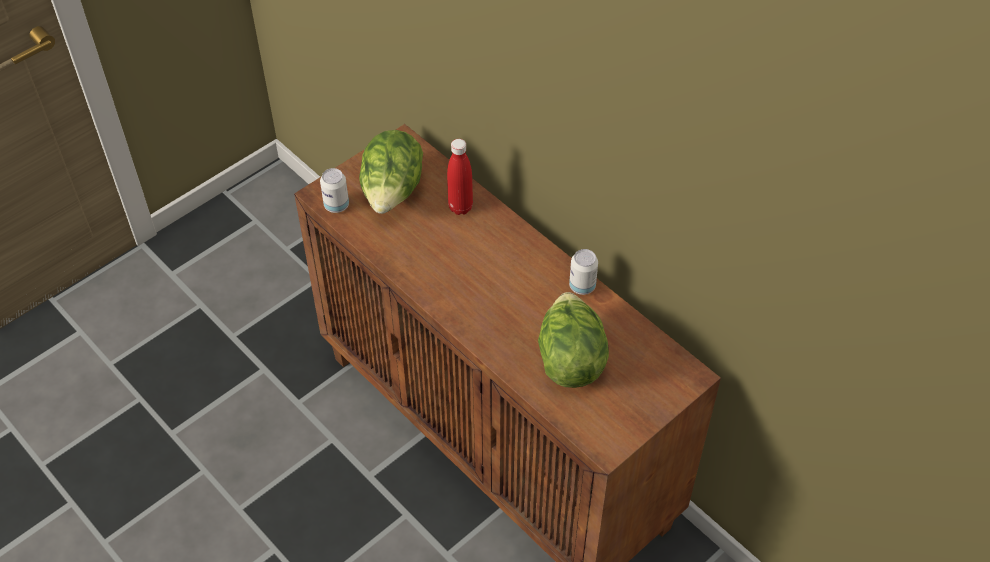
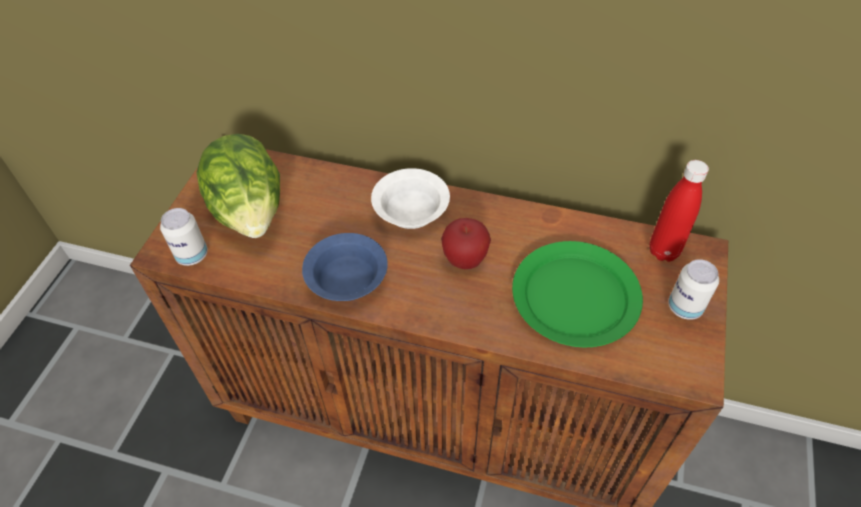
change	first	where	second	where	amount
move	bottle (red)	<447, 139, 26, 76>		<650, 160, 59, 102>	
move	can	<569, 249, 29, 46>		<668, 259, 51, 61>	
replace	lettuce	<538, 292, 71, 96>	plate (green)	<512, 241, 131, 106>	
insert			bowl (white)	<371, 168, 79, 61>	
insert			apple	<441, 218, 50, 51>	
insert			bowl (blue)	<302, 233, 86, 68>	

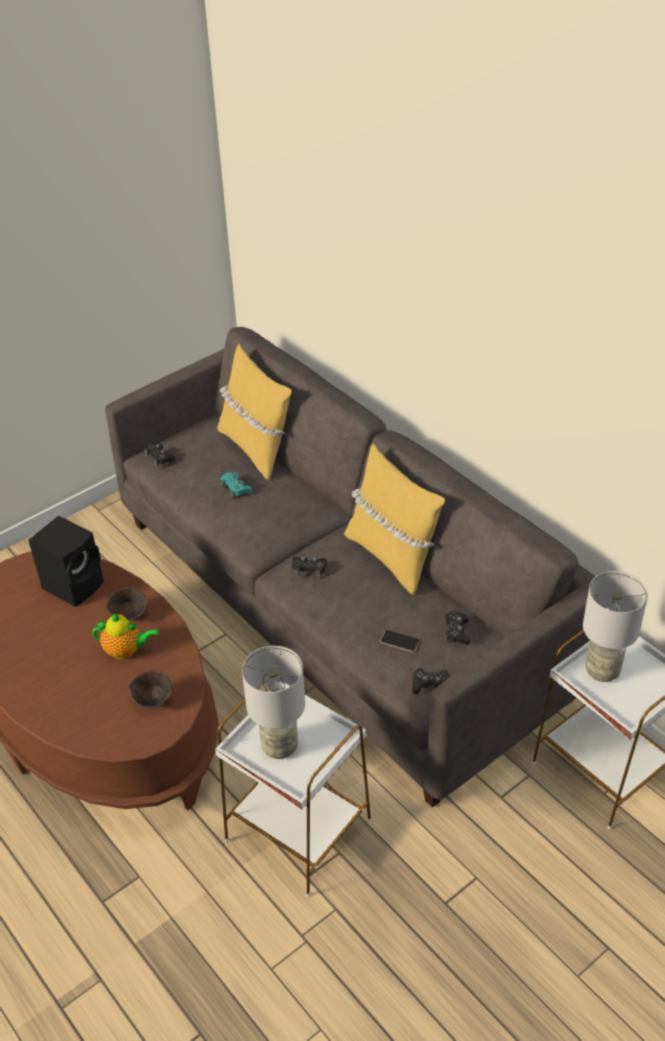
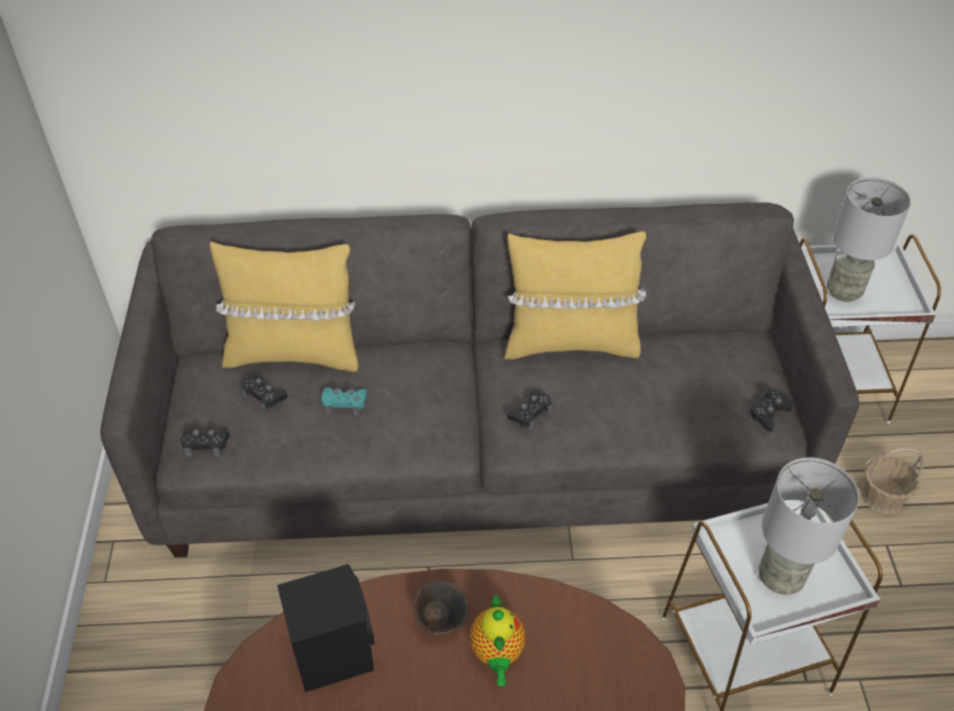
change	first	where	second	where	amount
move	game controller (black)	<444, 611, 26, 34>		<240, 374, 48, 38>	
rotate	teapot	<92, 614, 67, 45>		<470, 594, 56, 92>	135 degrees clockwise
delete	phone	<380, 630, 40, 22>			
delete	bowl (brown)	<128, 670, 44, 39>			
insert			basket	<860, 448, 64, 66>	

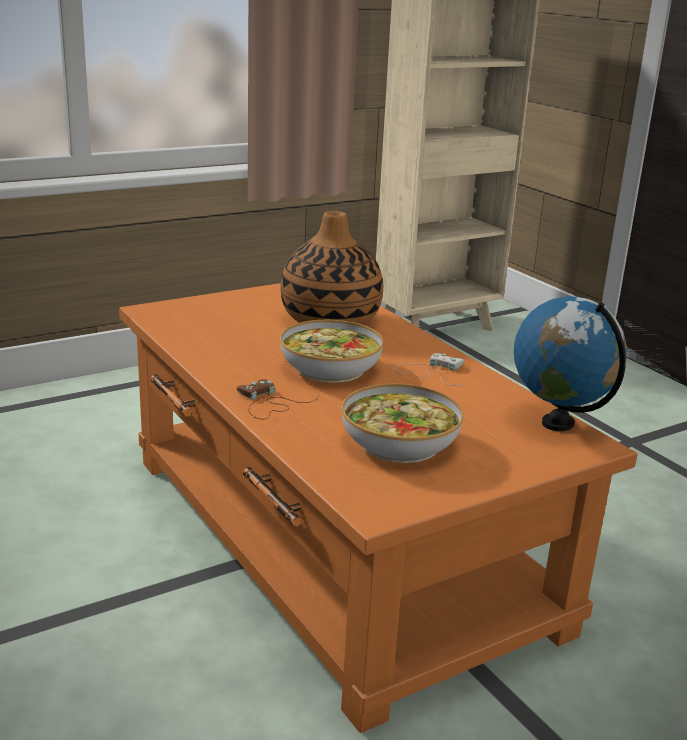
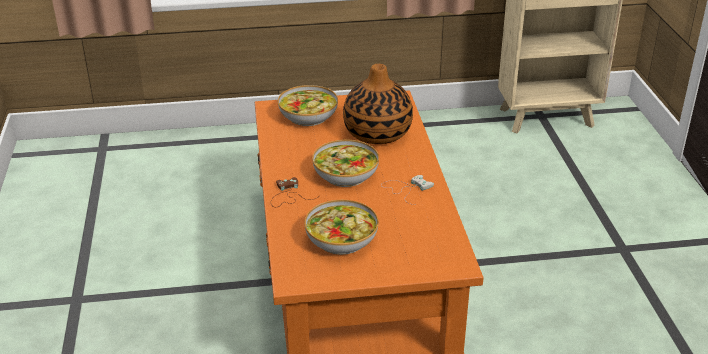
change	first	where	second	where	amount
delete	globe	<514, 296, 113, 135>			
insert			bowl	<278, 85, 60, 41>	

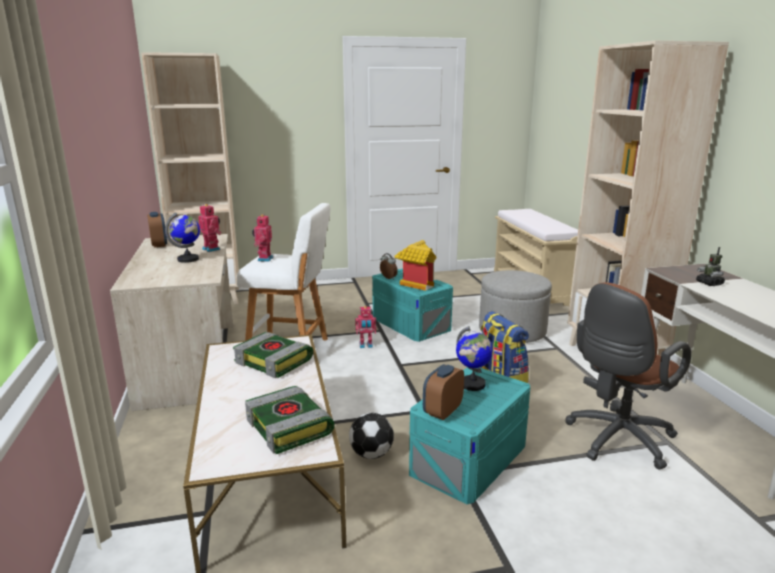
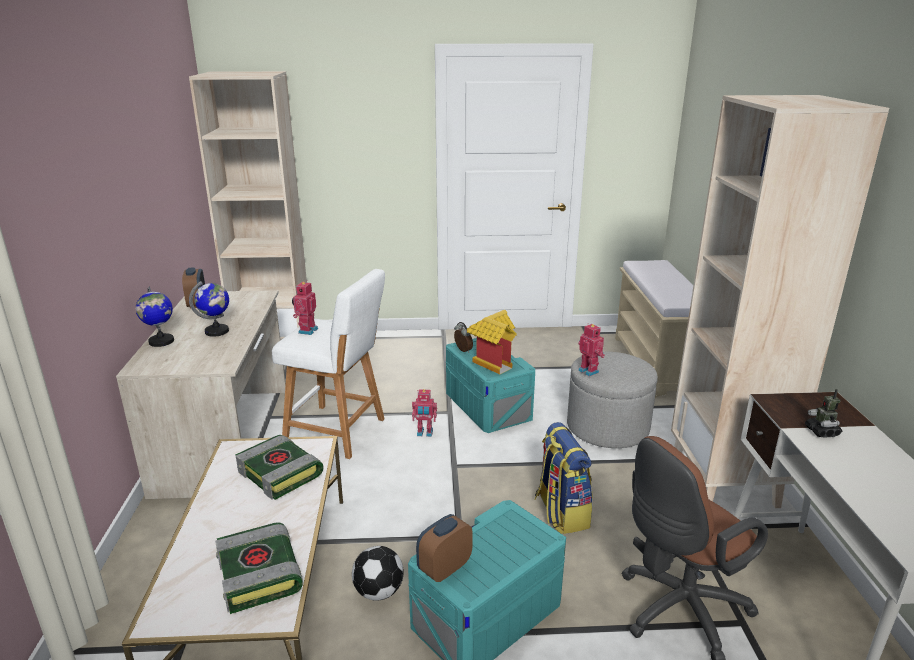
change	first	where	second	where	amount
move	toy robot	<198, 204, 23, 48>		<578, 323, 27, 53>	
move	globe	<456, 326, 37, 65>		<136, 286, 38, 61>	

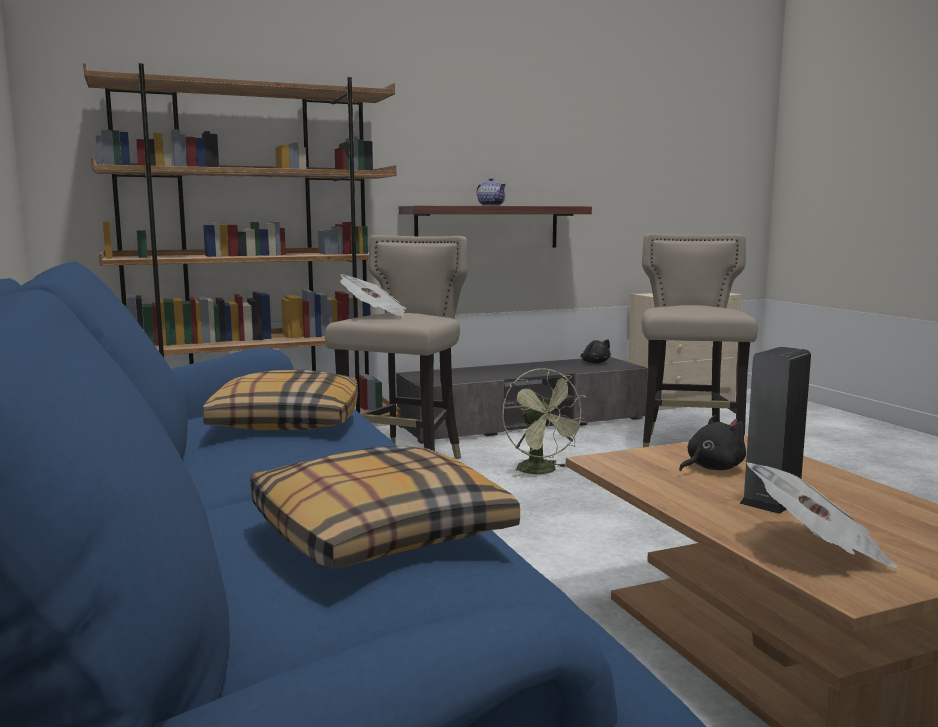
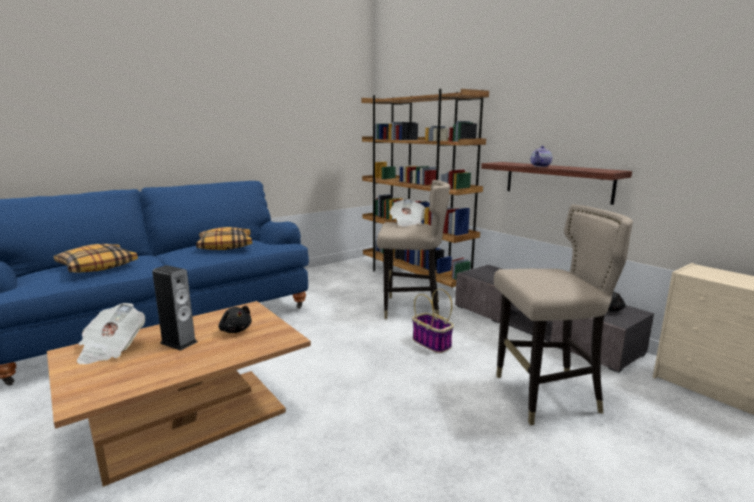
change	first	where	second	where	amount
replace	fan (green)	<502, 368, 86, 109>	basket	<412, 289, 42, 64>	

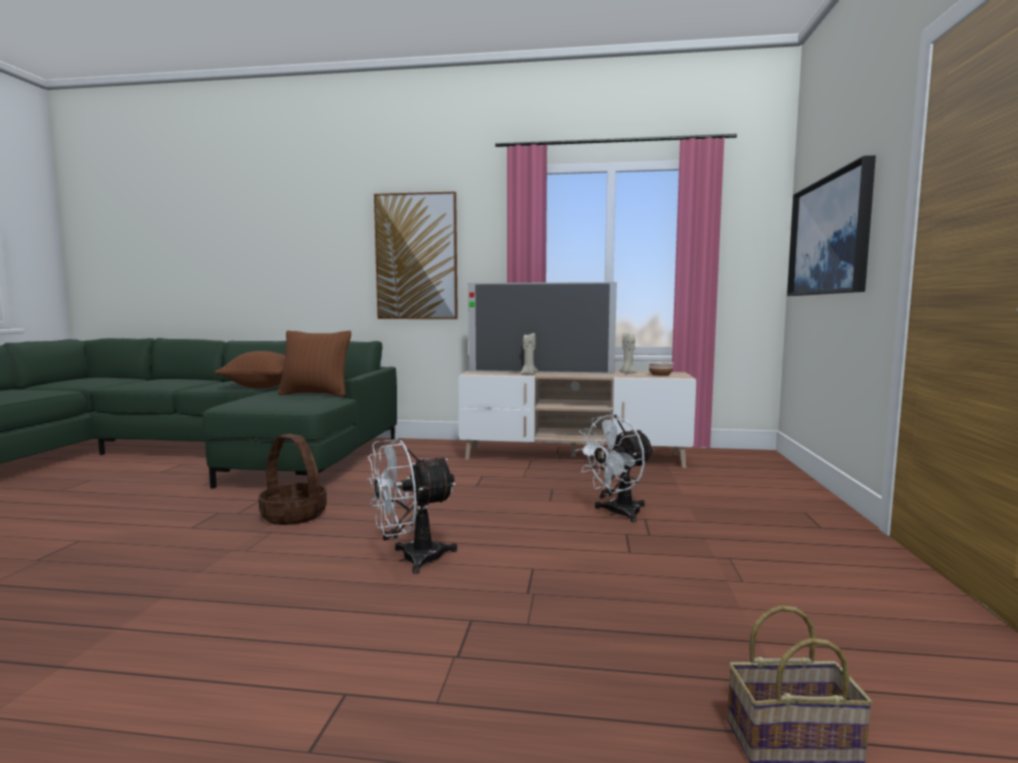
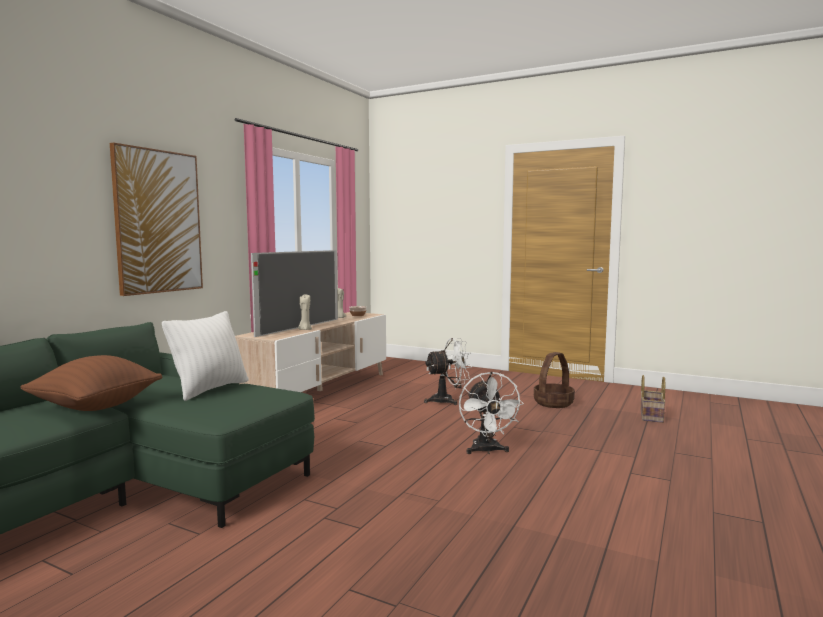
change	first	where	second	where	amount
delete	picture	<787, 155, 89, 141>			
recolor	pillow (brown)	<278, 330, 73, 67>	pillow (white)	<162, 311, 87, 90>	
rotate	fan (white)	<575, 415, 79, 108>		<424, 338, 48, 67>	90 degrees counterclockwise
move	basket	<258, 434, 69, 91>		<534, 352, 41, 56>	

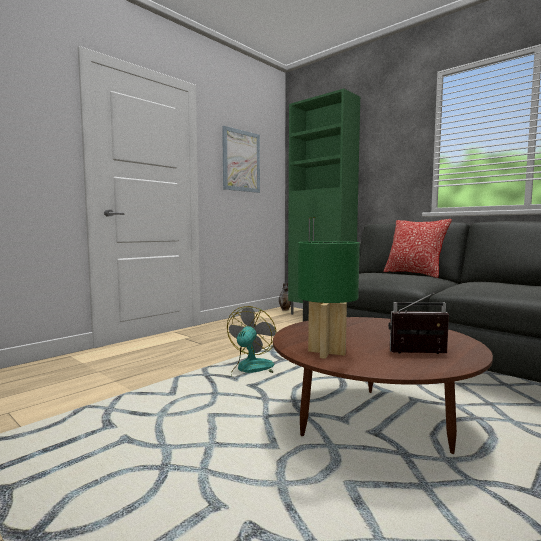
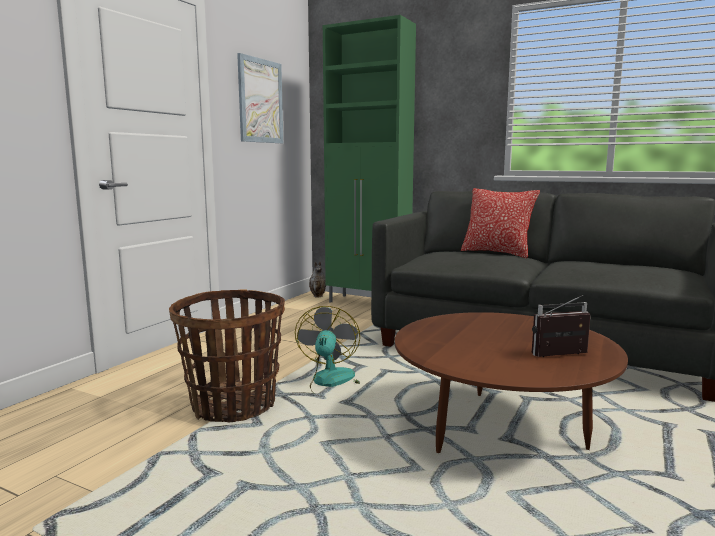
change	first	where	second	where	amount
delete	table lamp (green)	<298, 241, 62, 118>			
insert			basket	<169, 290, 116, 133>	

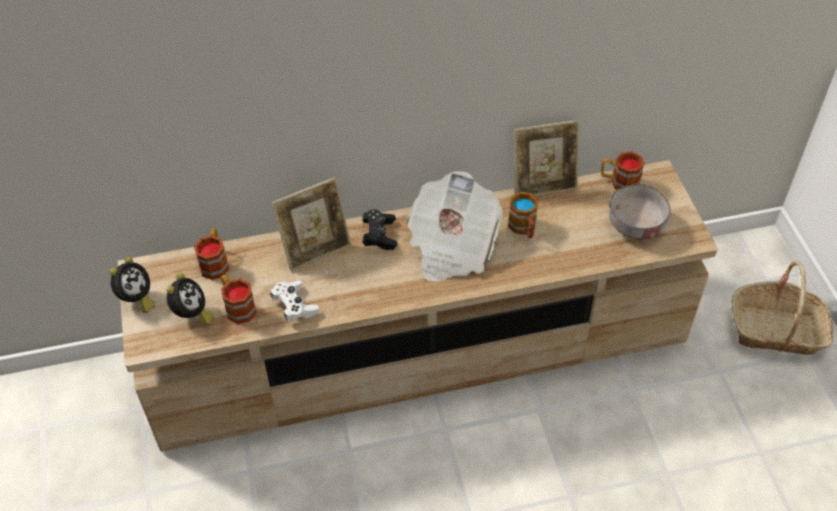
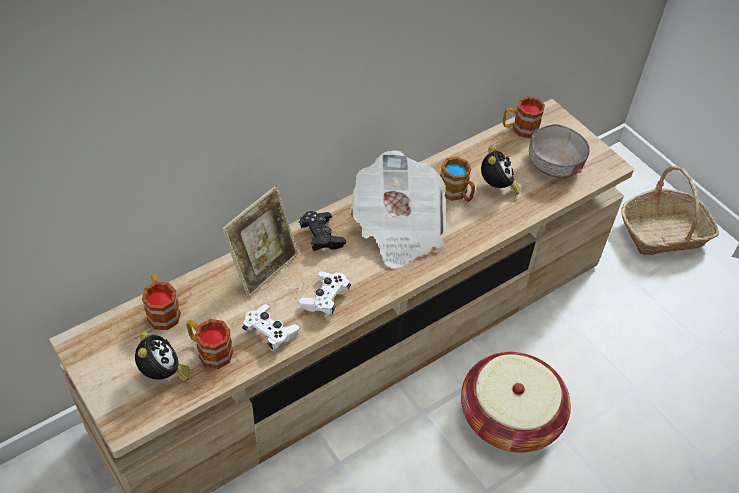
change	first	where	second	where	amount
delete	picture frame	<514, 120, 65, 76>			
move	alarm clock	<110, 257, 46, 56>		<481, 146, 39, 49>	
insert			game controller (white)	<299, 271, 52, 45>	
insert			basket	<461, 352, 110, 101>	

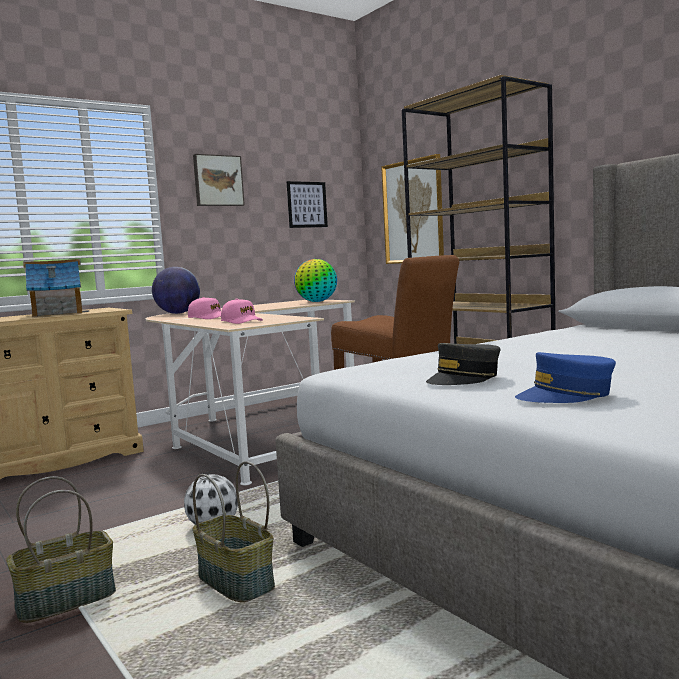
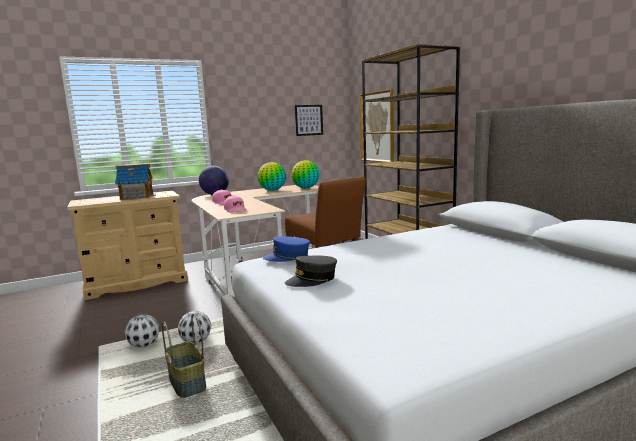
change	first	where	second	where	amount
delete	picture	<193, 154, 52, 52>			
move	cap (blue)	<515, 352, 101, 51>		<263, 236, 47, 26>	
delete	basket	<6, 476, 110, 147>			
insert			globe	<258, 162, 28, 29>	
insert			football	<125, 314, 35, 34>	

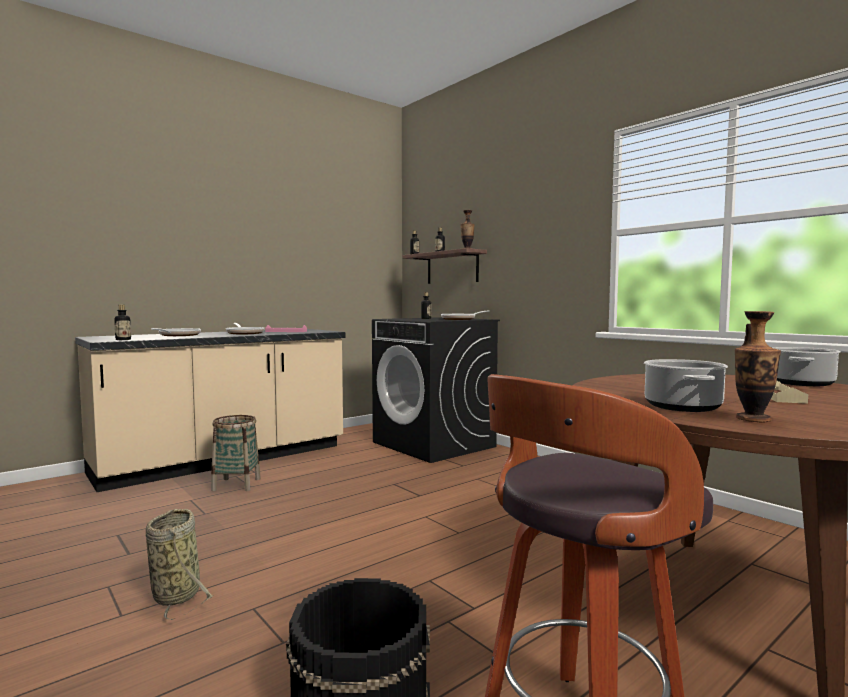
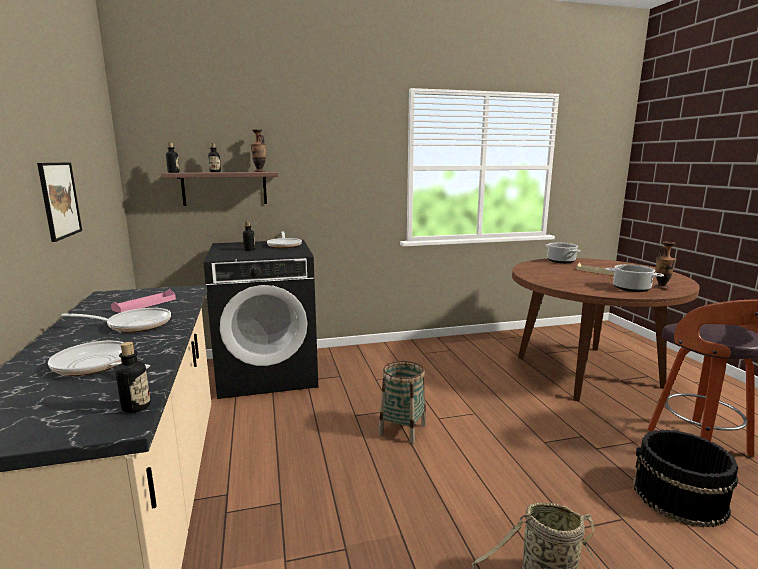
change	first	where	second	where	amount
move	basket	<211, 415, 50, 76>		<379, 361, 47, 83>	
insert			picture	<37, 162, 45, 80>	

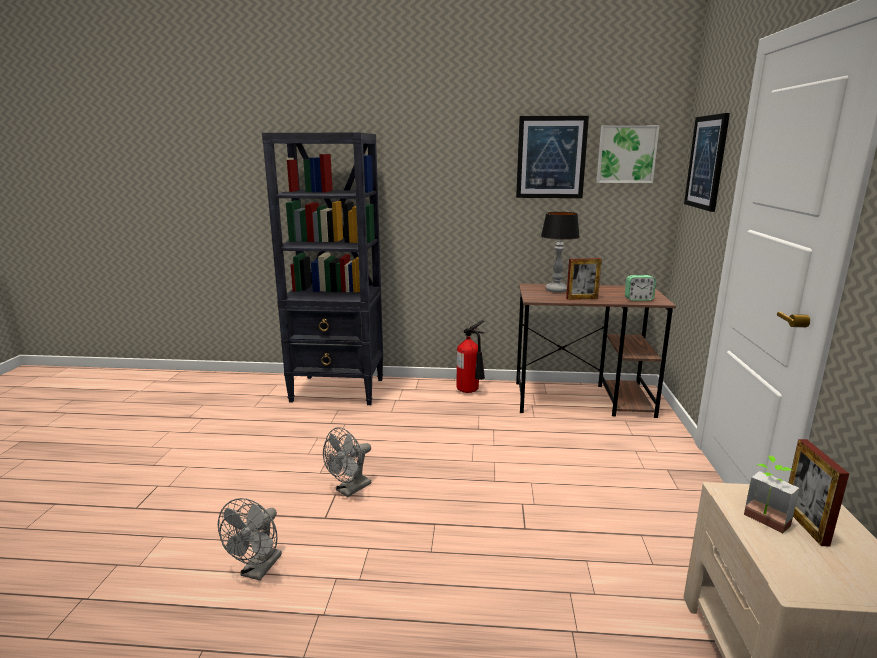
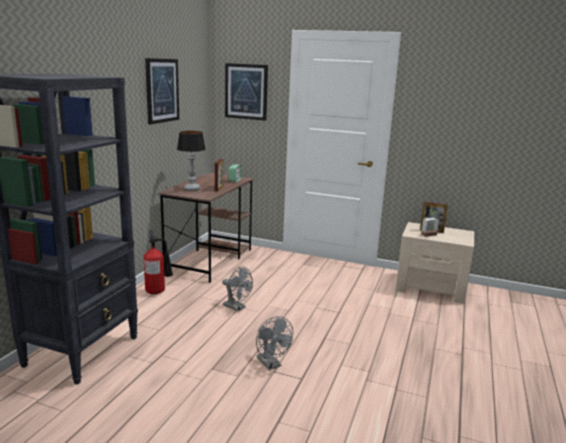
change	first	where	second	where	amount
delete	picture	<596, 125, 64, 58>			
move	fan (grey)	<218, 498, 64, 83>		<222, 266, 31, 46>	

